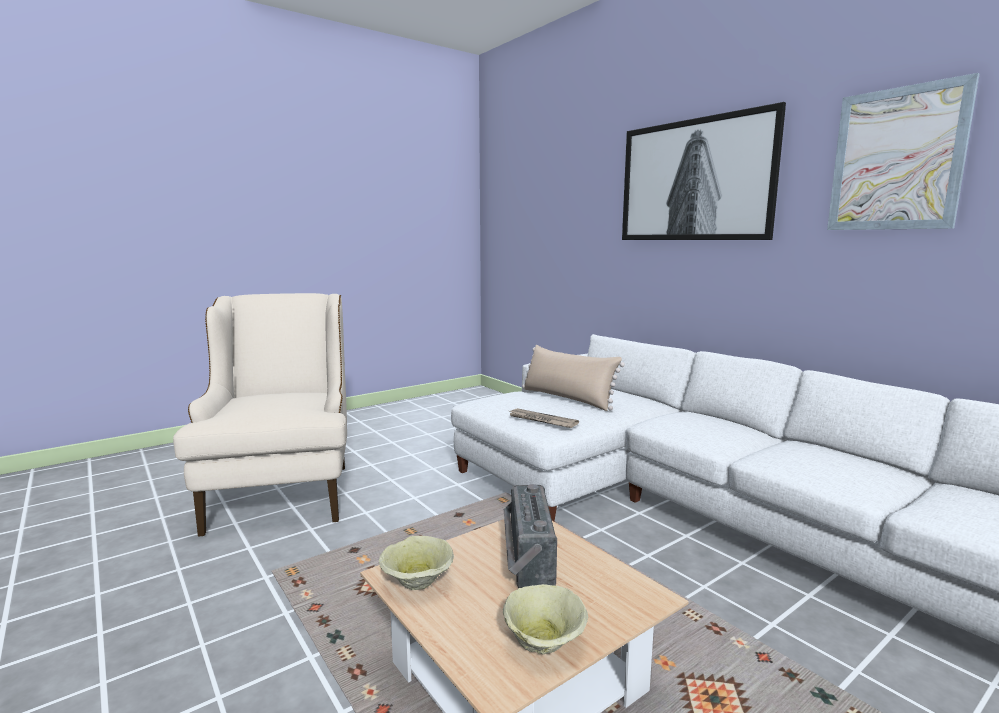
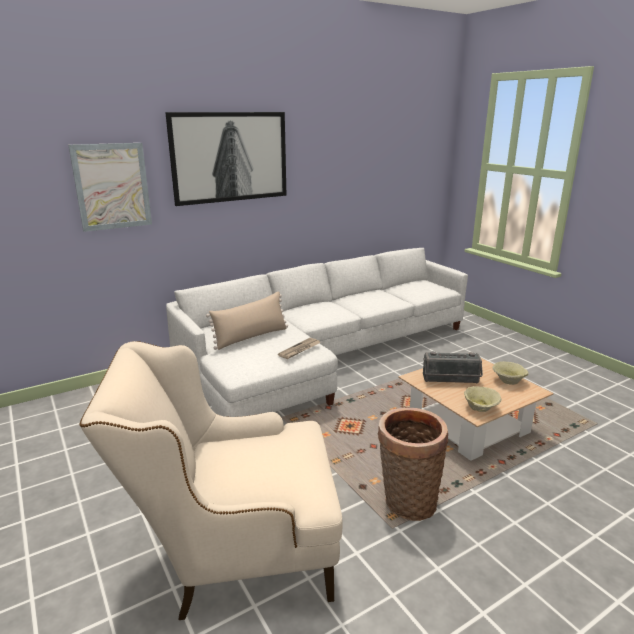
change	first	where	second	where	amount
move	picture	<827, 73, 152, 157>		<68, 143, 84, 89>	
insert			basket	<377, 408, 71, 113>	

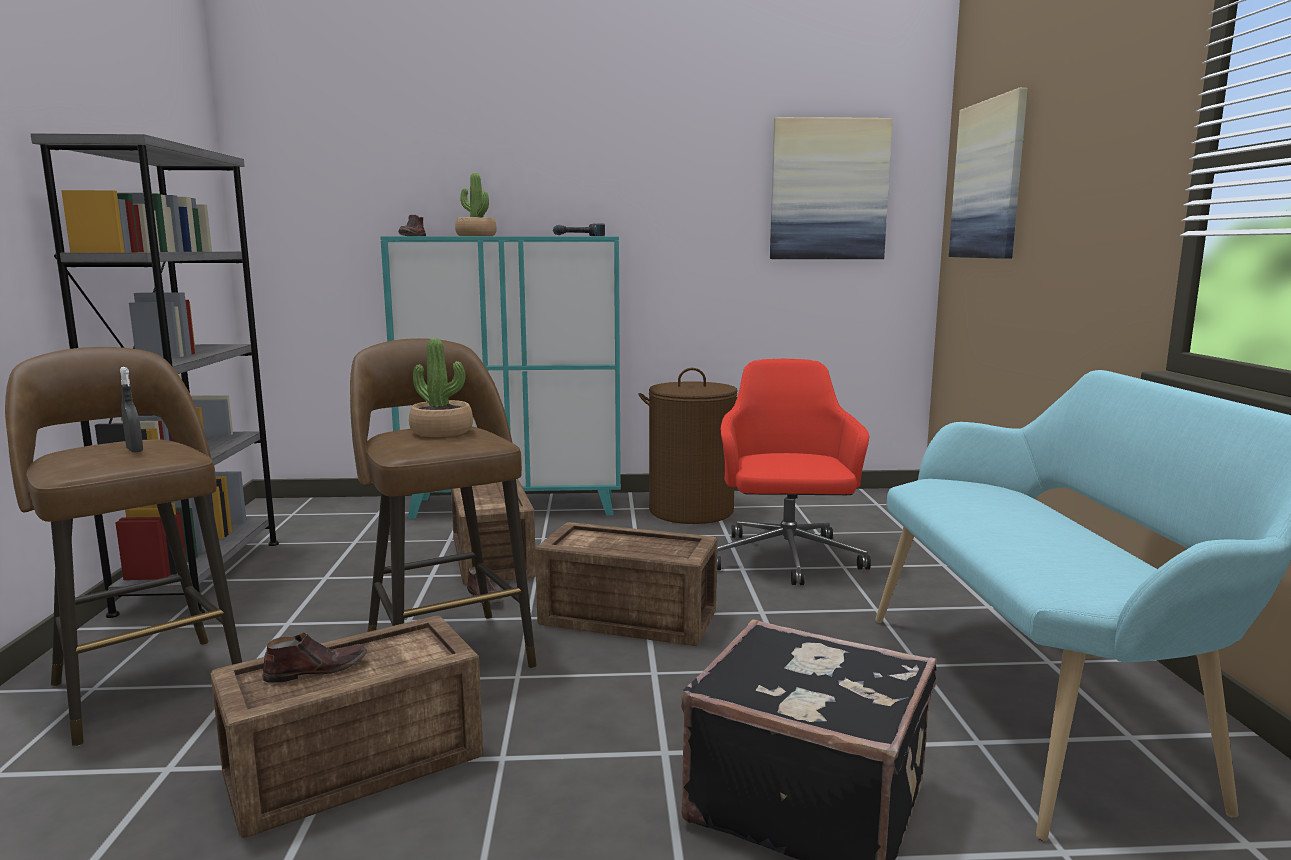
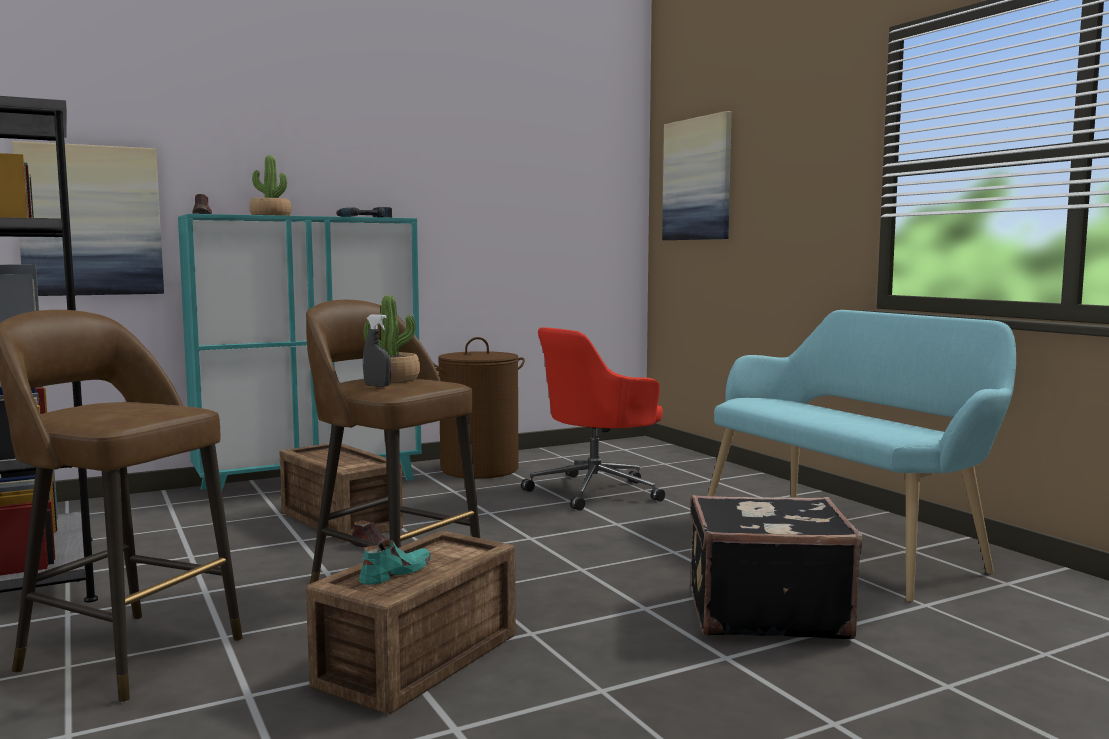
change	first	where	second	where	amount
move	picture	<770, 117, 122, 142>		<12, 141, 152, 155>	
rotate	office chair (red)	<717, 359, 154, 226>		<521, 327, 144, 183>	105 degrees counterclockwise
move	spray bottle (grey)	<120, 367, 23, 85>		<363, 315, 28, 72>	
delete	crate	<535, 522, 182, 124>			
recolor	shoe (brown)	<262, 633, 105, 50>	shoe (turquoise)	<359, 540, 72, 45>	

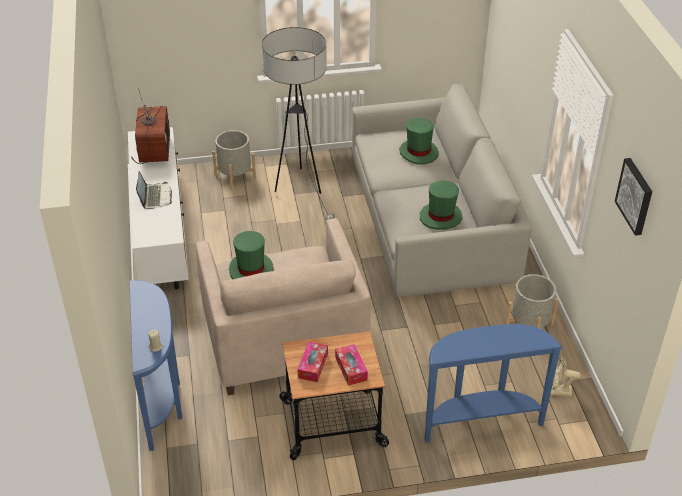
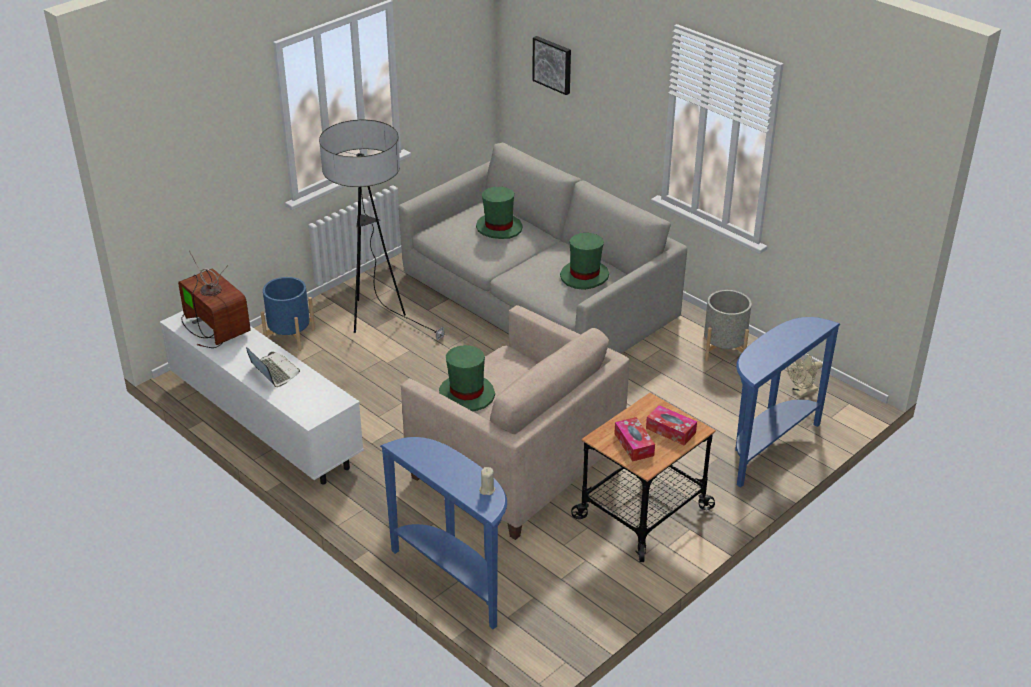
change	first	where	second	where	amount
recolor	planter (grey)	<212, 130, 44, 60>	planter (blue)	<261, 277, 54, 74>	
move	picture	<615, 158, 37, 78>		<532, 36, 39, 59>	

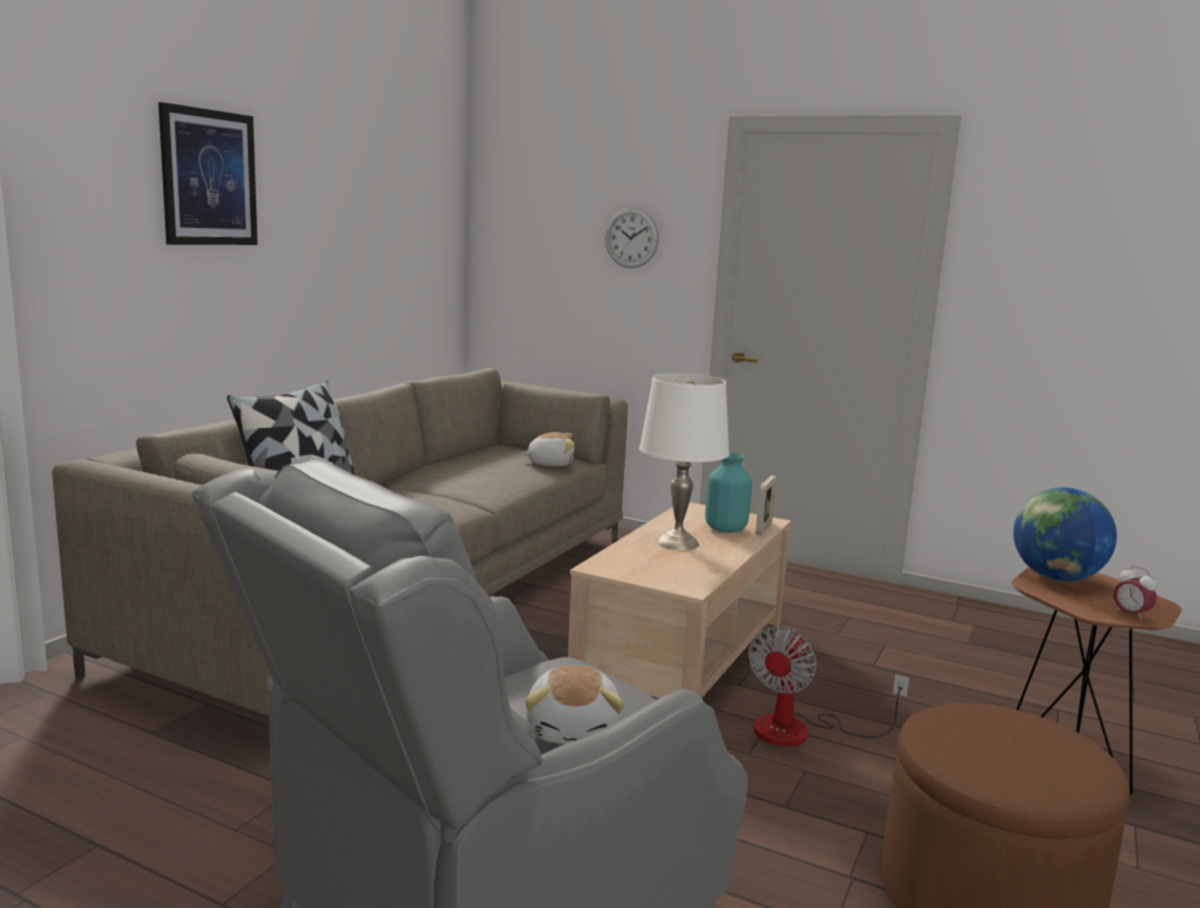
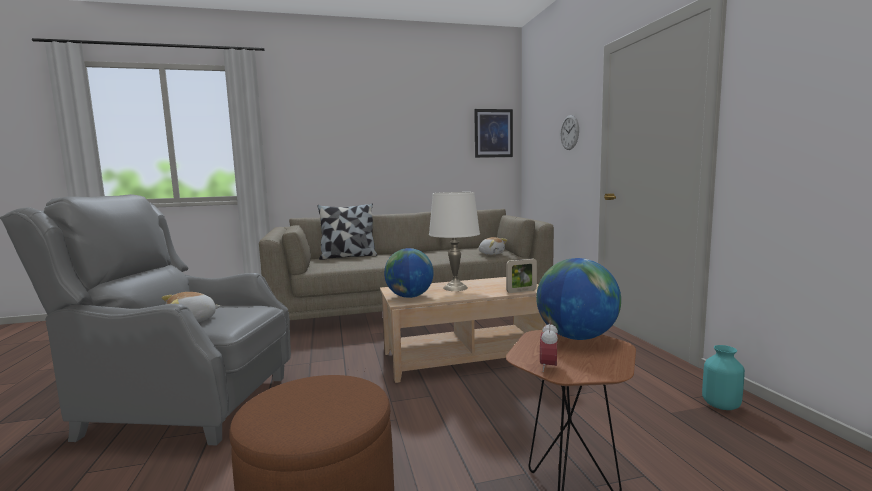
change	first	where	second	where	amount
move	picture	<158, 102, 100, 143>		<474, 109, 39, 49>	
move	vase (turquoise)	<705, 453, 47, 80>		<702, 345, 43, 65>	
delete	fan	<748, 626, 161, 121>			
insert			globe	<384, 248, 50, 50>	

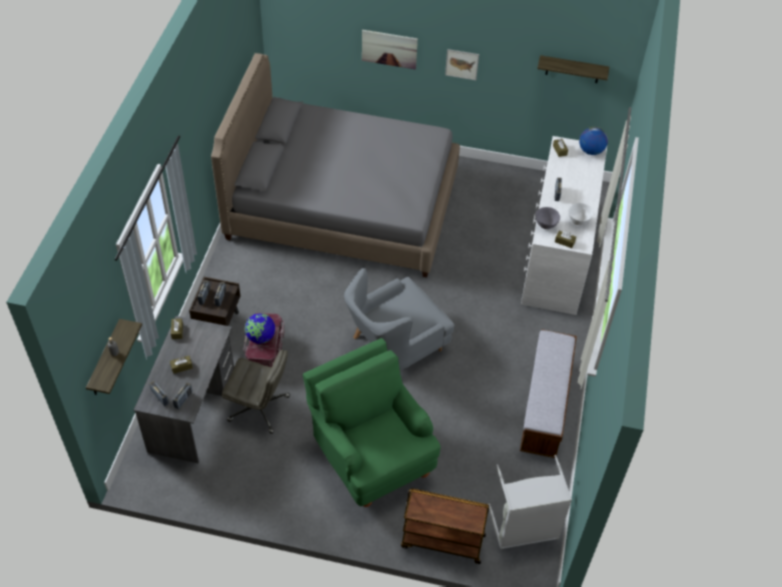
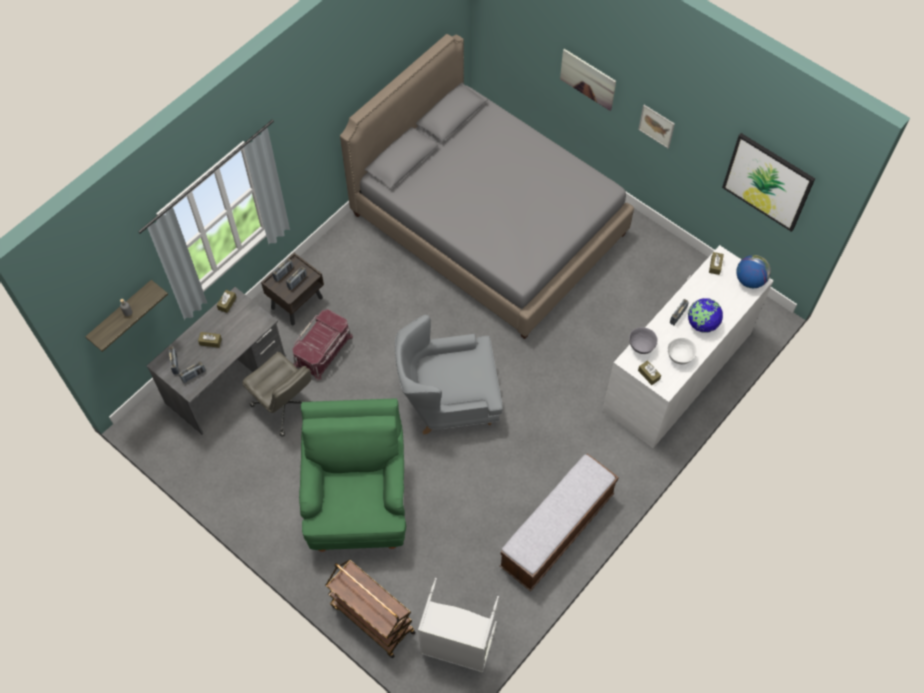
change	first	where	second	where	amount
replace	shelf	<537, 55, 72, 28>	picture	<722, 133, 93, 99>	
move	globe	<244, 313, 31, 31>		<688, 298, 35, 35>	

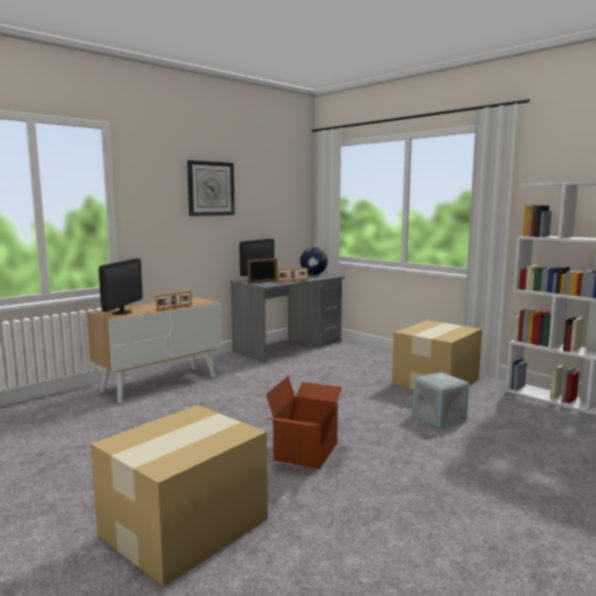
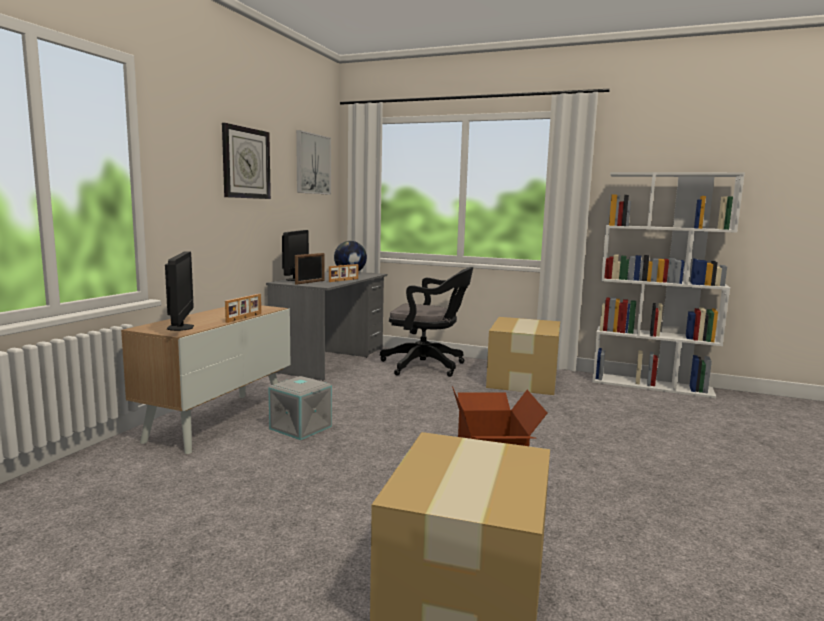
change	first	where	second	where	amount
move	storage box (grey)	<413, 372, 56, 56>		<268, 376, 64, 64>	
insert			picture	<296, 130, 35, 65>	
insert			office chair (black)	<380, 267, 93, 110>	

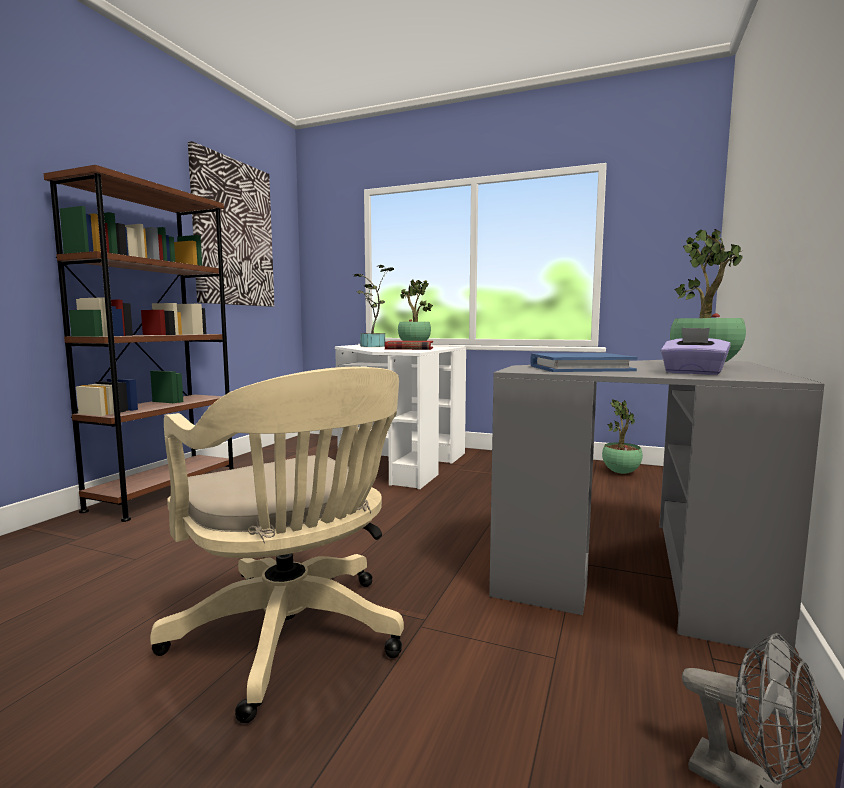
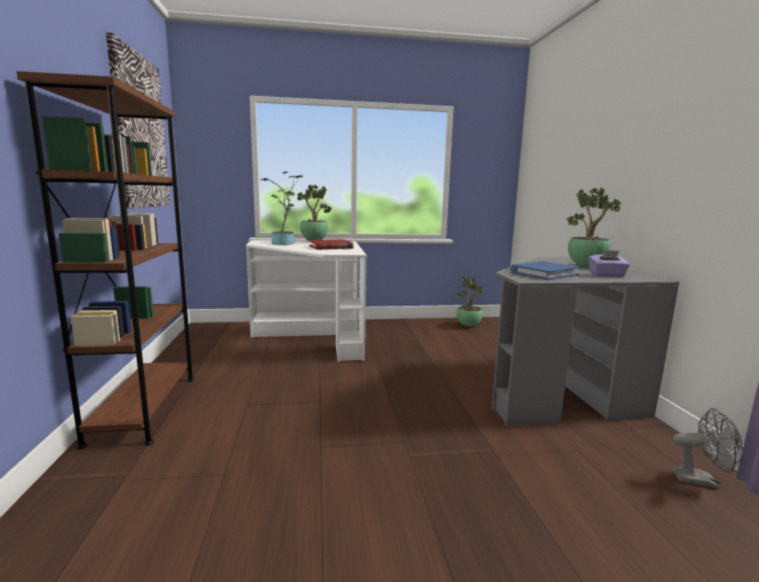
change	first	where	second	where	amount
delete	office chair (beige)	<150, 367, 254, 356>			

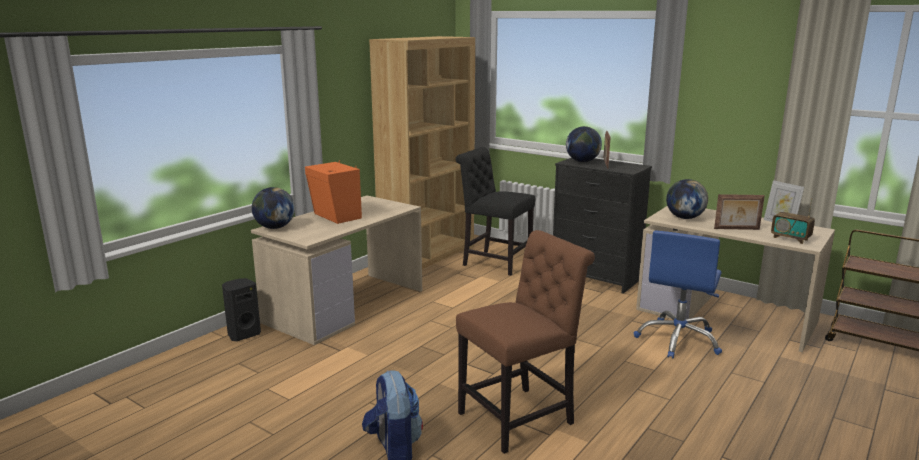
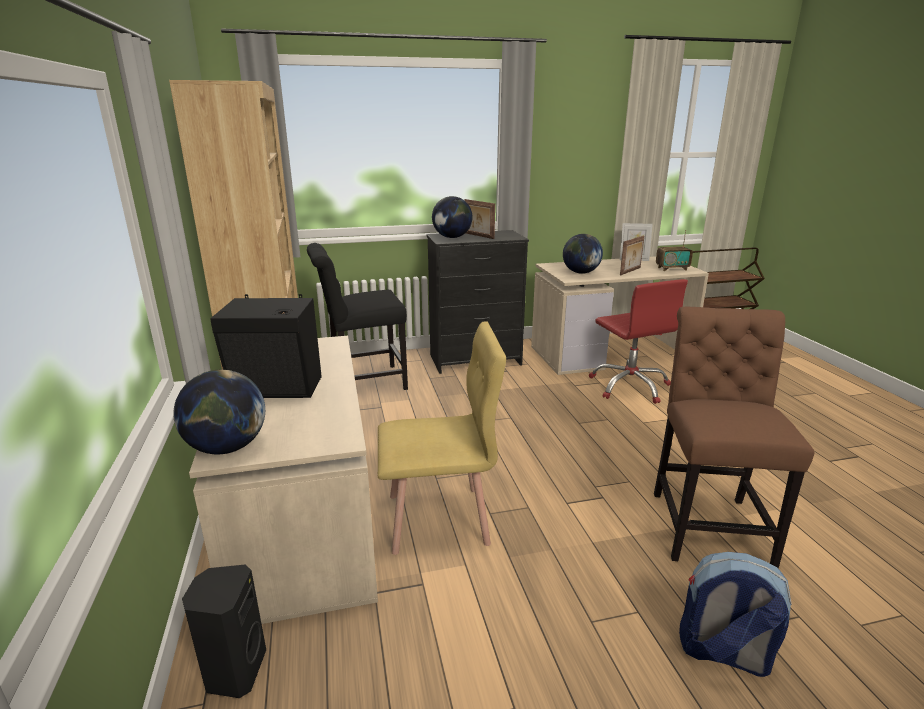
change	first	where	second	where	amount
recolor	speaker (orange)	<305, 161, 57, 63>	speaker (black)	<210, 294, 112, 104>	
recolor	office chair (blue)	<634, 231, 88, 127>	office chair (red)	<589, 279, 99, 125>	
insert			chair (yellow)	<378, 321, 128, 234>	

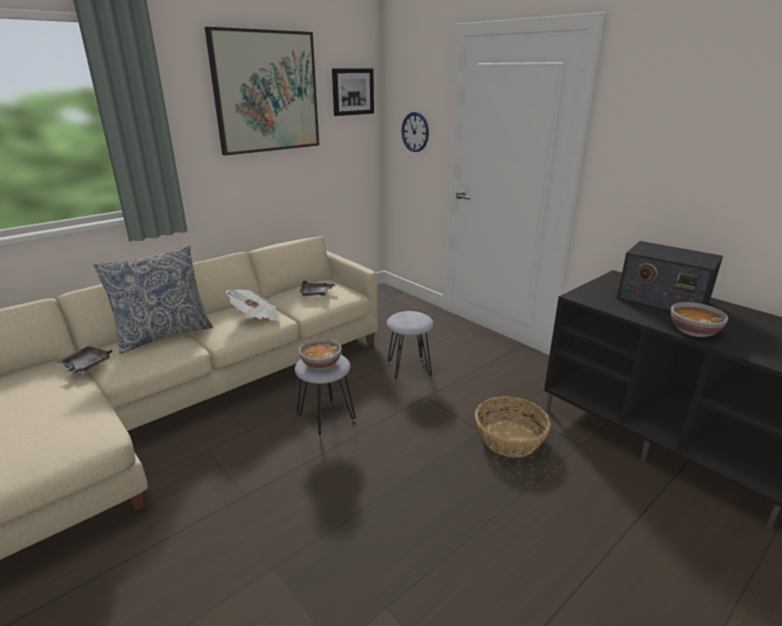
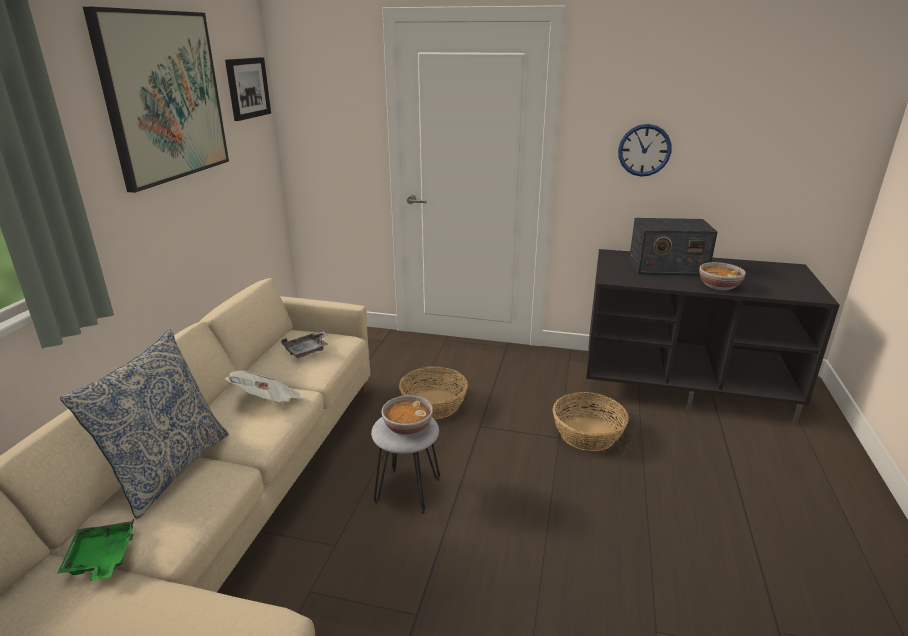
change	first	where	second	where	amount
move	wall clock	<401, 112, 28, 40>		<618, 124, 54, 53>	
replace	stool (grey)	<386, 311, 48, 70>	basket	<399, 367, 69, 52>	
recolor	tray (grey)	<57, 346, 55, 27>	tray (green)	<57, 518, 77, 63>	

